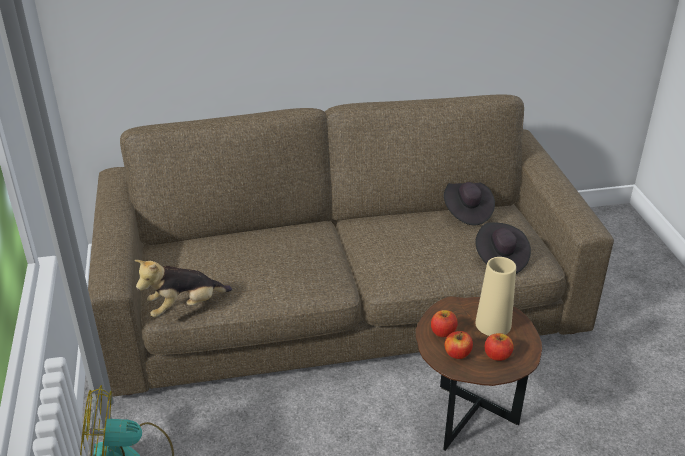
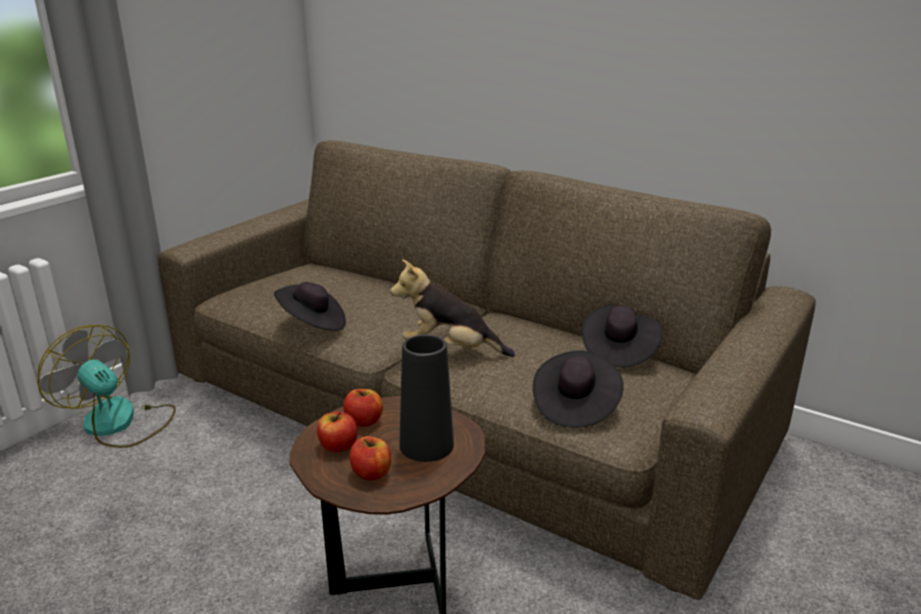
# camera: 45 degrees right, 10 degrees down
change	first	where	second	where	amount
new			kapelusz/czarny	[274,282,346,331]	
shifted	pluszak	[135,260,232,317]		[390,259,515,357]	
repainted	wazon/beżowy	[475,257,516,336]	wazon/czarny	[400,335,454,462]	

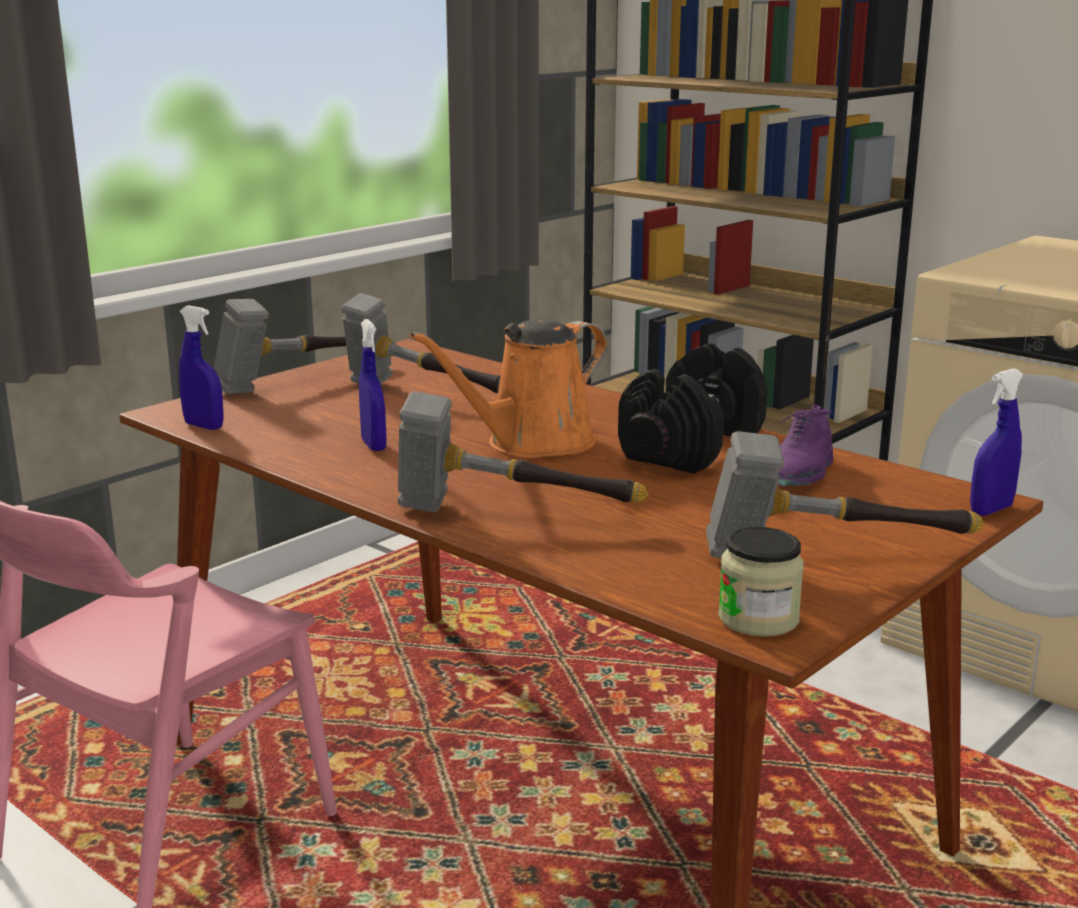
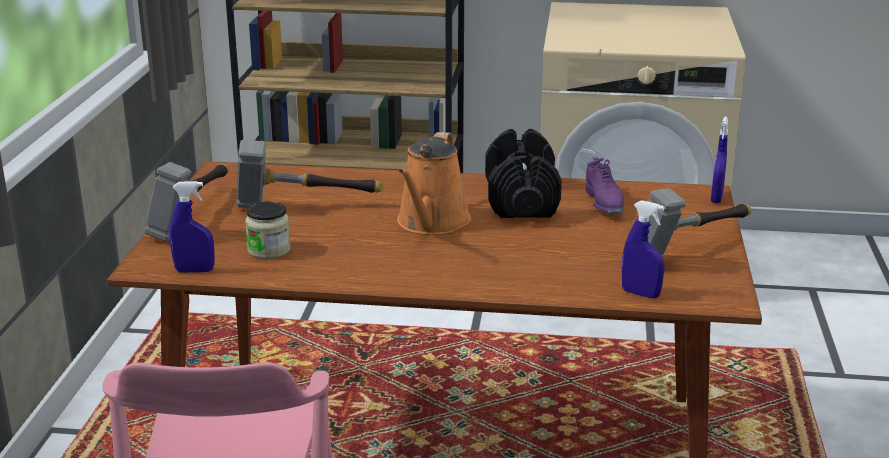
# camera: 35 degrees left, 5 degrees up
change	first	where	second	where	amount
shifted	słoik	[718,527,804,637]		[245,202,290,259]	
shifted	spryskiwacz/niebieski	[359,319,387,451]		[622,200,665,298]	
gone	młotek	[398,391,649,513]			

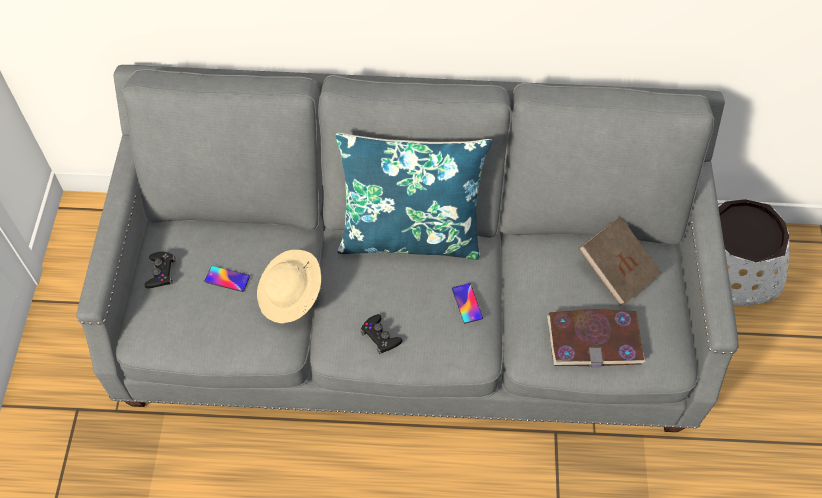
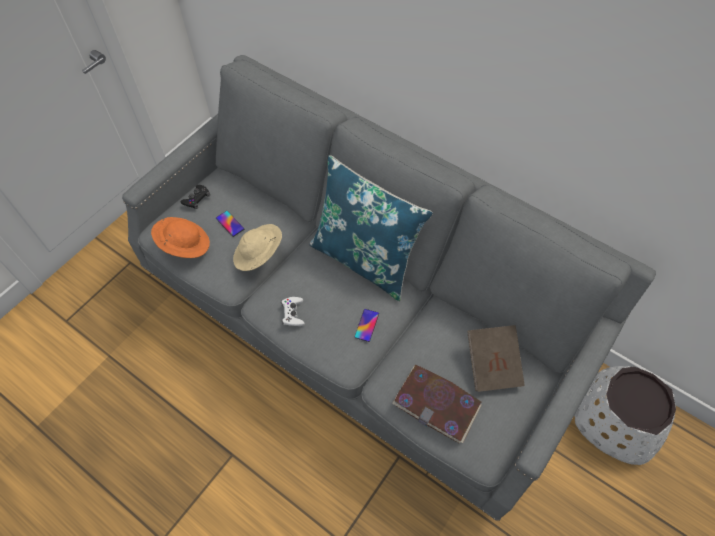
# camera: 35 degrees right, 0 degrees up
change	first	where	second	where	amount
new			kapelusz/pomarańczowy	[151,217,210,258]	
repainted	pad do gier/czarny	[360,314,402,354]	pad do gier/biały	[281,297,305,326]	

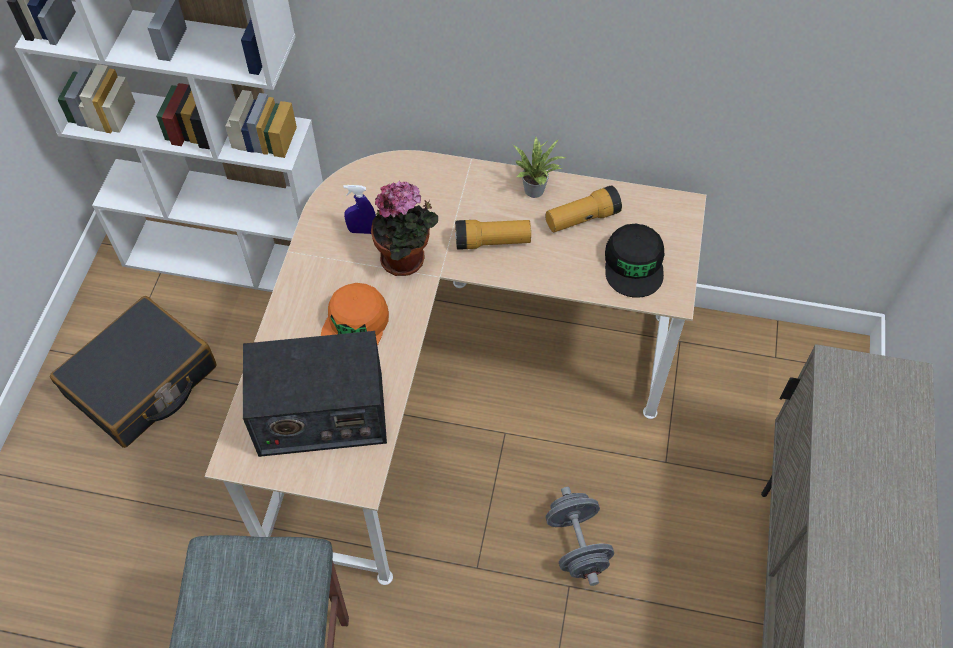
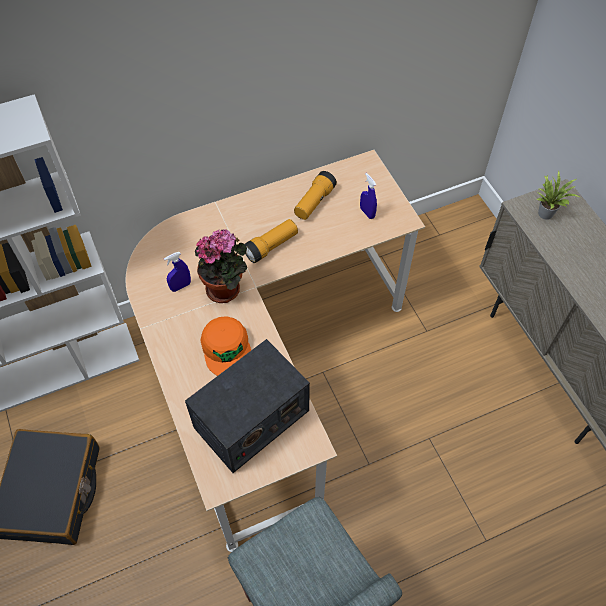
# camera: 35 degrees left, 0 degrees up
change	first	where	second	where	amount
swapped	czapka z daszkiem/czarny	[605,224,665,298]	spryskiwacz/niebieski	[360,173,377,219]	
shifted	roślina doniczkowa	[513,135,566,198]		[537,170,580,220]	
gone	hantel/szary	[546,487,614,586]			

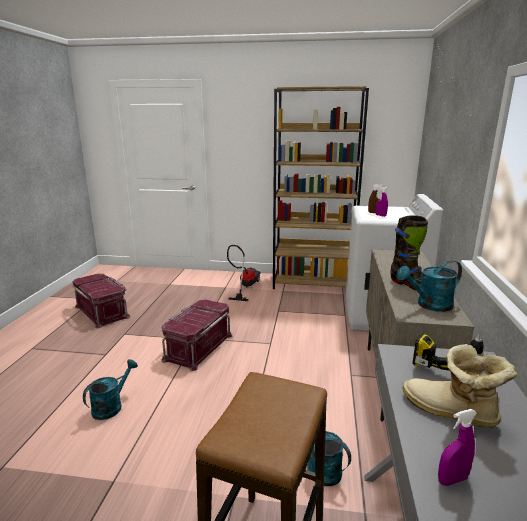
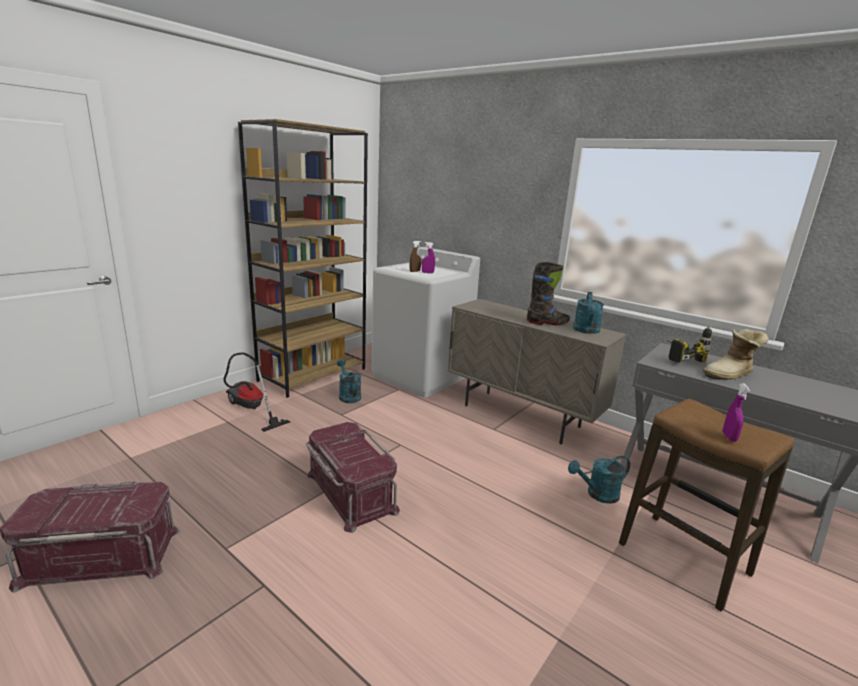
# camera: 60 degrees left, 0 degrees up
change	first	where	second	where	amount
shifted	konewka/turkusowy	[83,359,138,420]		[337,359,361,403]	
shifted	spryskiwacz/fioletowy	[438,409,477,486]		[723,383,750,442]	

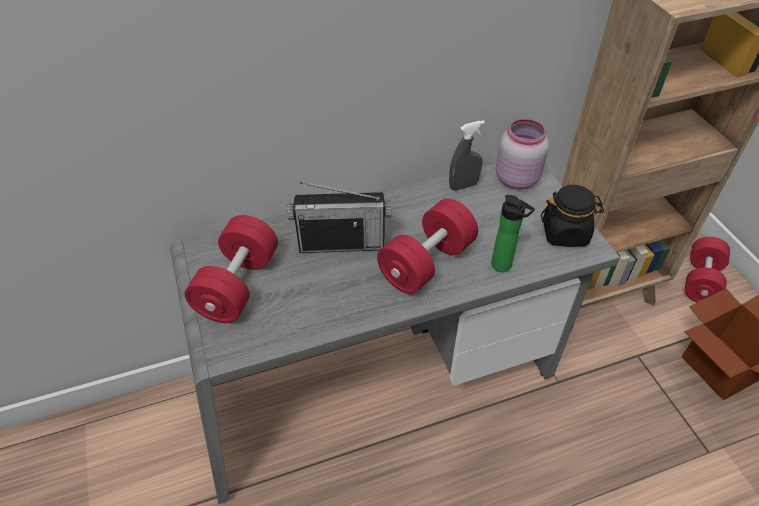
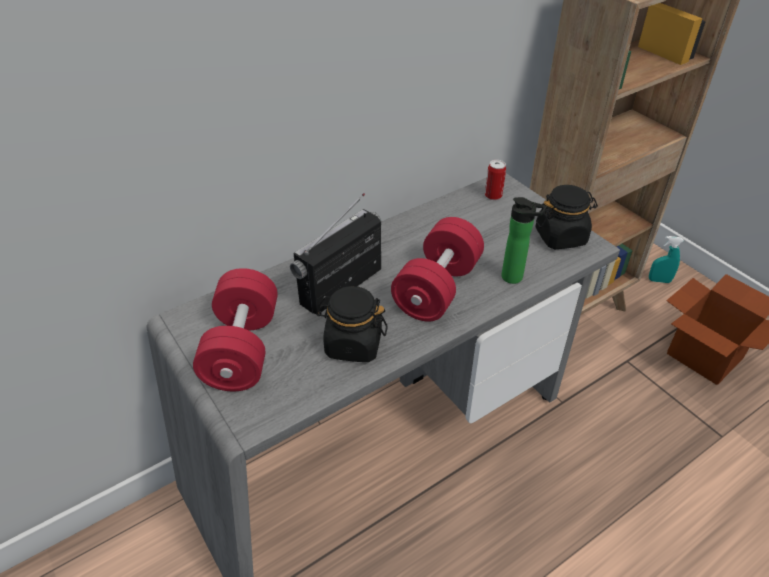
# camera: 15 degrees left, 5 degrees down
change	first	where	second	where	amount
rotated	radio	[287,182,391,253]		[290,193,382,314]	150 degrees clockwise
new			słoik/czarny	[316,286,388,362]	
swapped	słoik/różowy	[496,119,549,190]	puszka	[485,160,506,200]	
swapped	hantel/czerwony	[685,237,730,302]	spryskiwacz/turkusowy	[649,236,684,283]	
gone	spryskiwacz/szary	[449,120,485,190]			

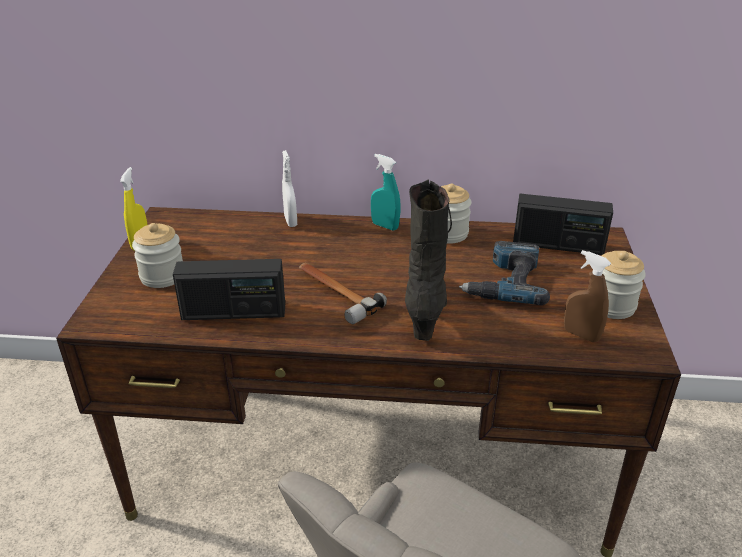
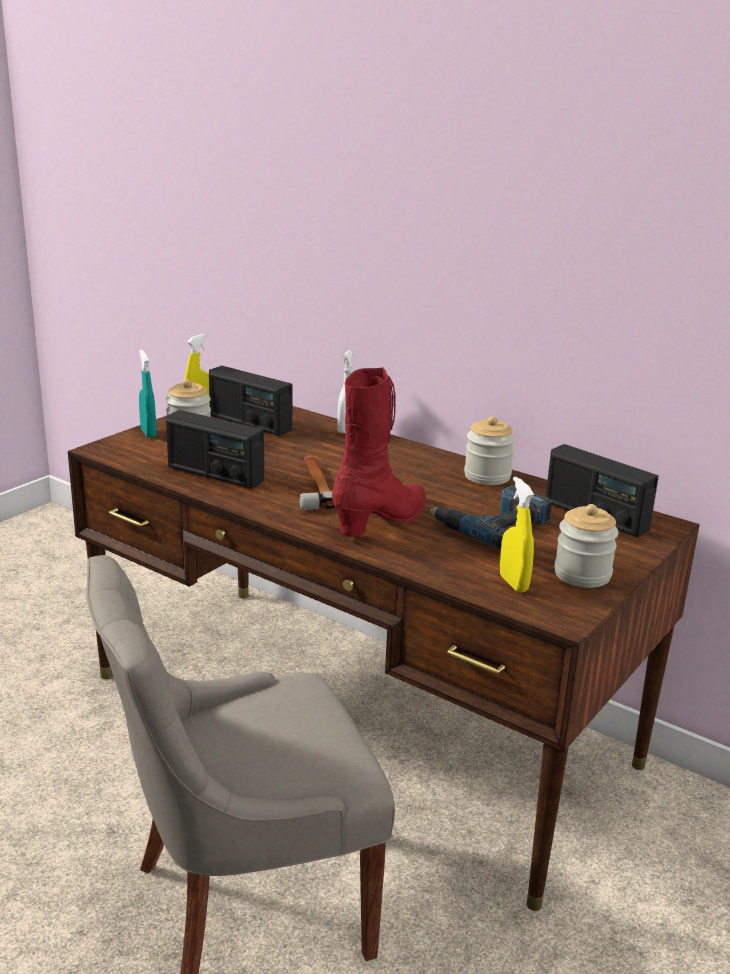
# camera: 30 degrees right, 10 degrees down
change	first	where	second	where	amount
shifted	spryskiwacz/turkusowy	[371,154,401,231]		[139,350,157,438]	
new			radio	[209,366,293,436]	
repainted	but z cholewką/czarny	[405,180,452,341]	but z cholewką/czerwony	[332,368,426,537]	
repainted	spryskiwacz/brązowy	[564,250,611,342]	spryskiwacz/żółty	[500,477,534,593]	

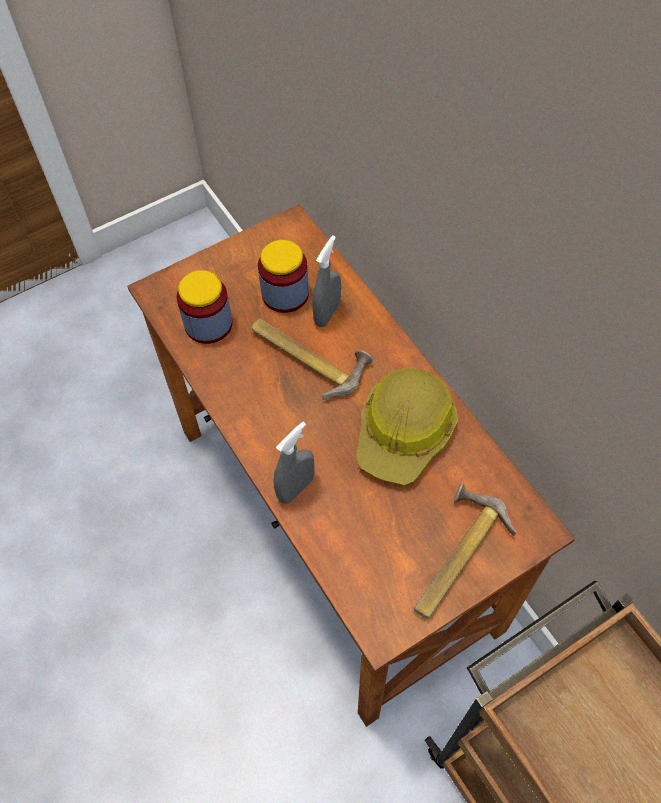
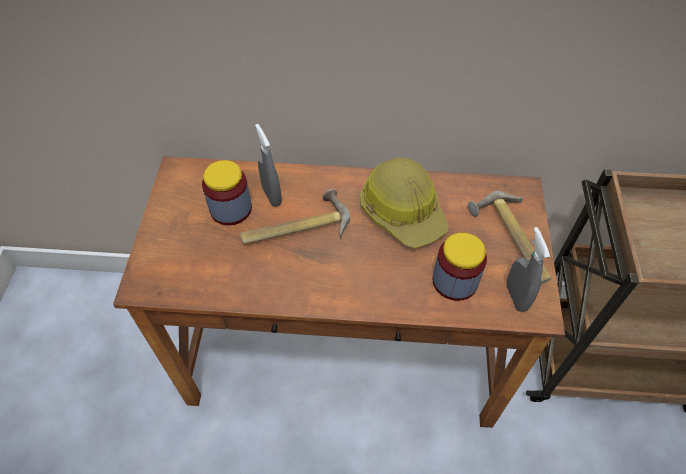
# camera: 55 degrees left, 5 degrees down
change	first	where	second	where	amount
shifted	słoik	[177,270,233,344]		[433,232,487,301]	
shifted	spryskiwacz/szary	[274,421,315,504]		[506,227,550,312]	

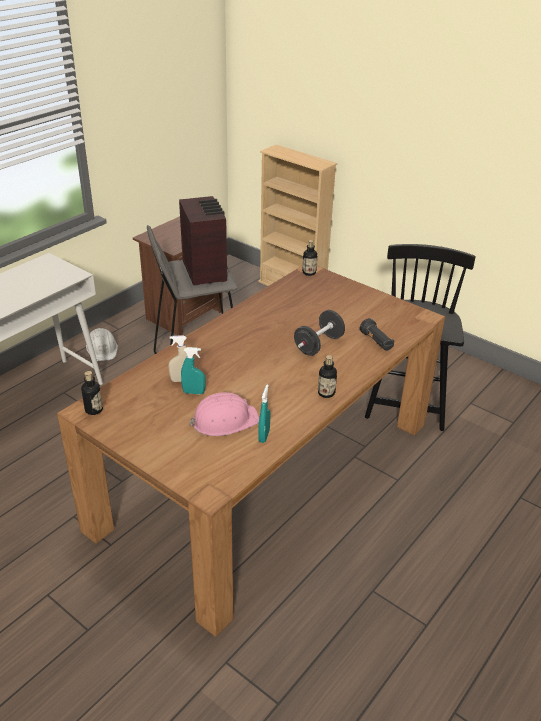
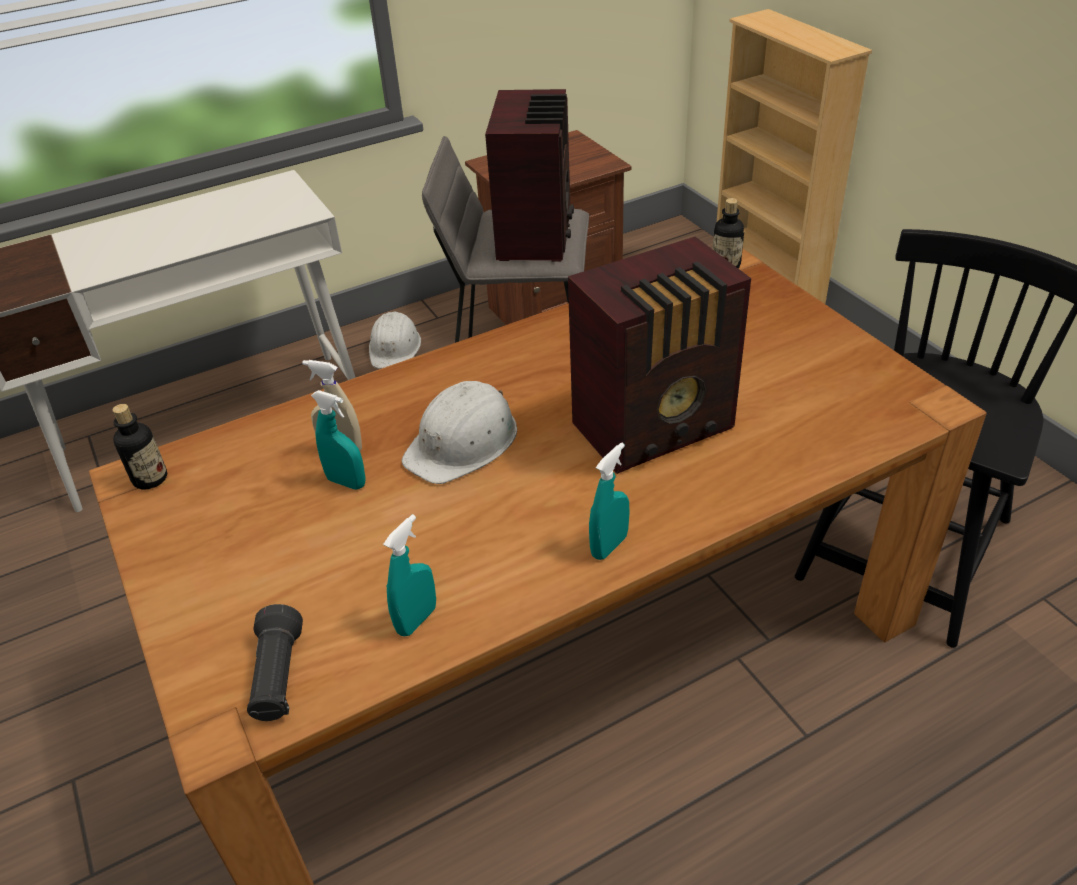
# camera: 25 degrees right, 5 degrees up
change	first	where	second	where	amount
shifted	latarka/czarny	[360,318,395,351]		[247,604,303,721]	
new			kask/biały	[402,381,517,484]	
swapped	hantel/czarny	[294,310,345,356]	radio	[568,237,752,474]	
swapped	butelka	[318,355,337,398]	spryskiwacz/turkusowy	[589,443,629,560]	
gone	kask/różowy	[189,392,259,436]			

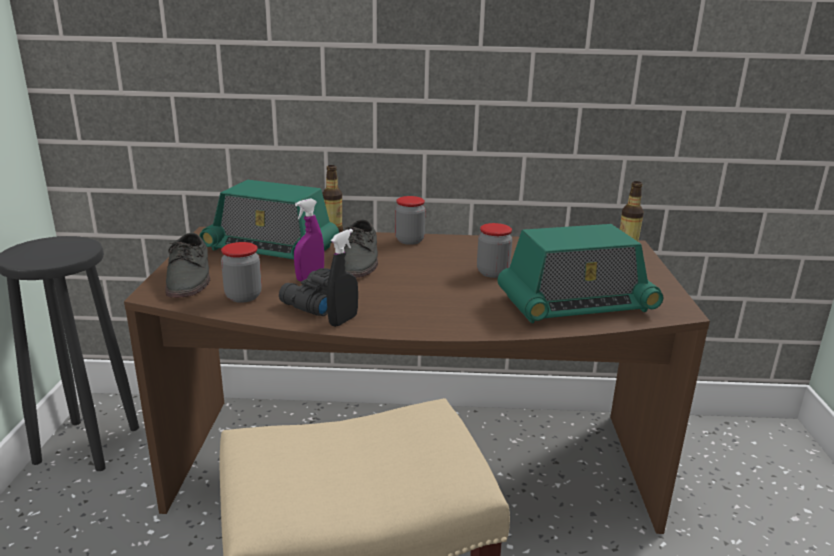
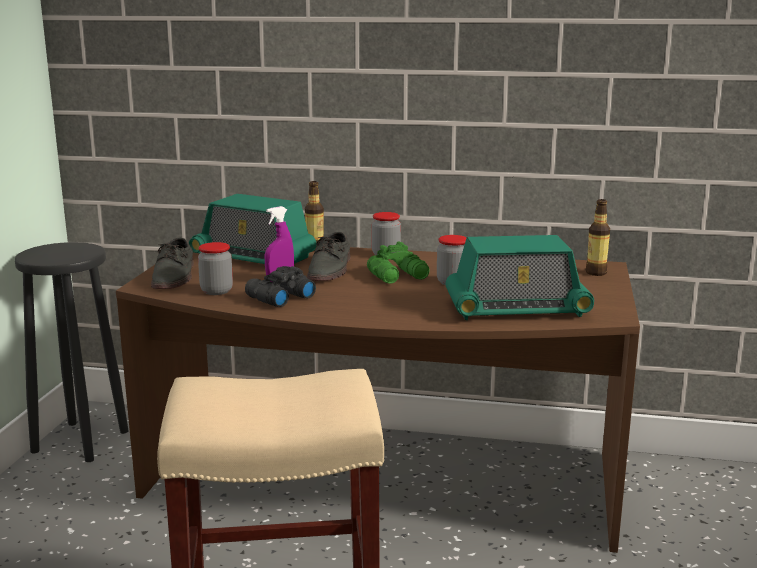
# camera: 10 degrees right, 5 degrees down
change	first	where	second	where	amount
new			lornetka/zielony	[367,241,430,284]	
gone	spryskiwacz/czarny	[327,229,358,327]			

